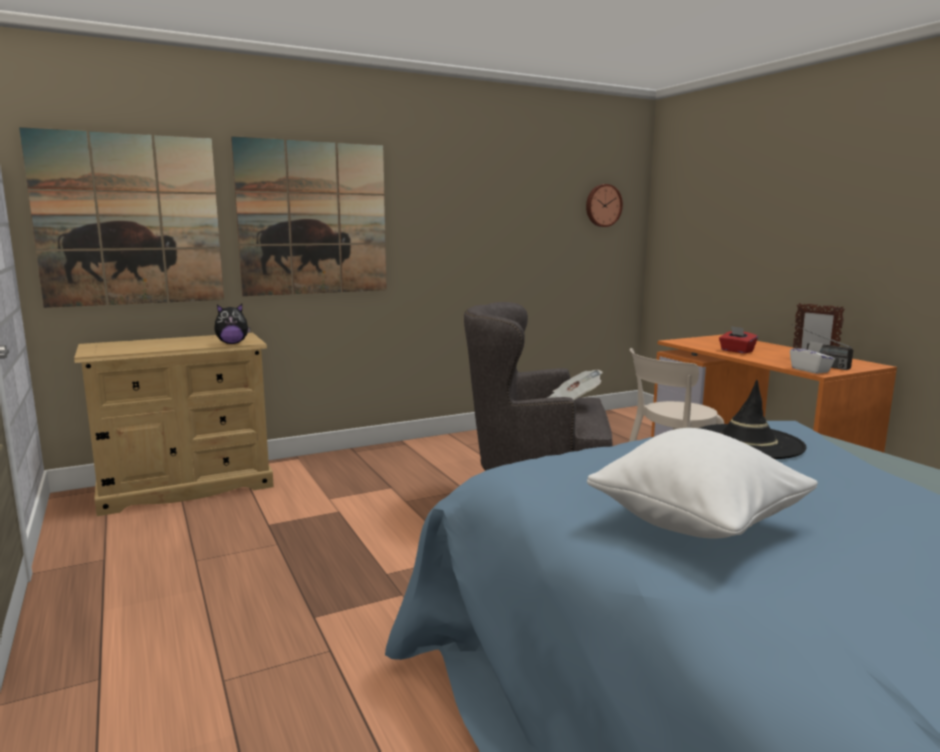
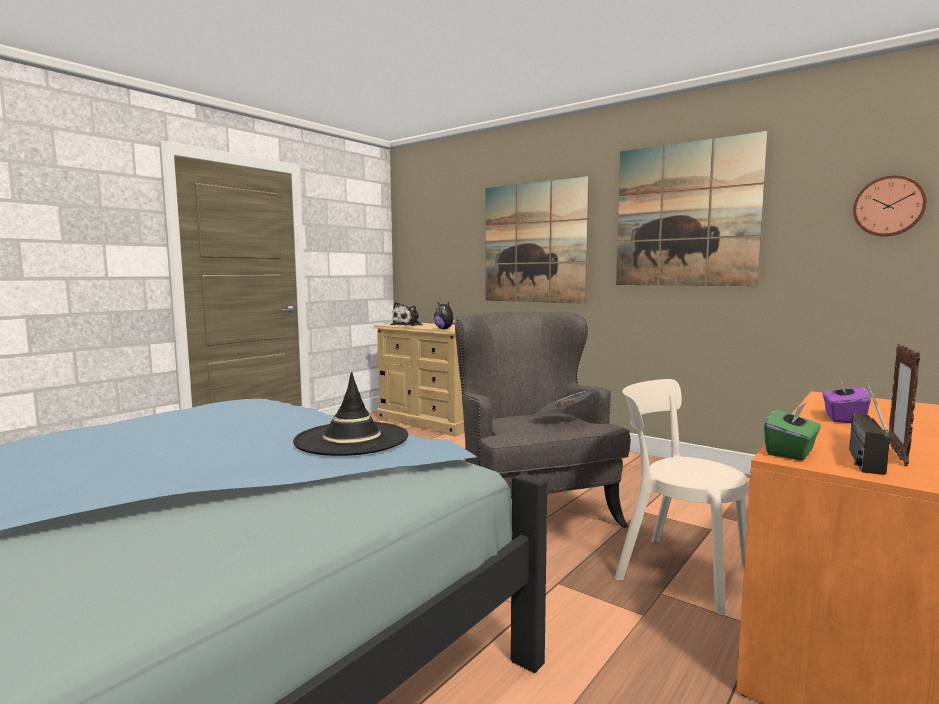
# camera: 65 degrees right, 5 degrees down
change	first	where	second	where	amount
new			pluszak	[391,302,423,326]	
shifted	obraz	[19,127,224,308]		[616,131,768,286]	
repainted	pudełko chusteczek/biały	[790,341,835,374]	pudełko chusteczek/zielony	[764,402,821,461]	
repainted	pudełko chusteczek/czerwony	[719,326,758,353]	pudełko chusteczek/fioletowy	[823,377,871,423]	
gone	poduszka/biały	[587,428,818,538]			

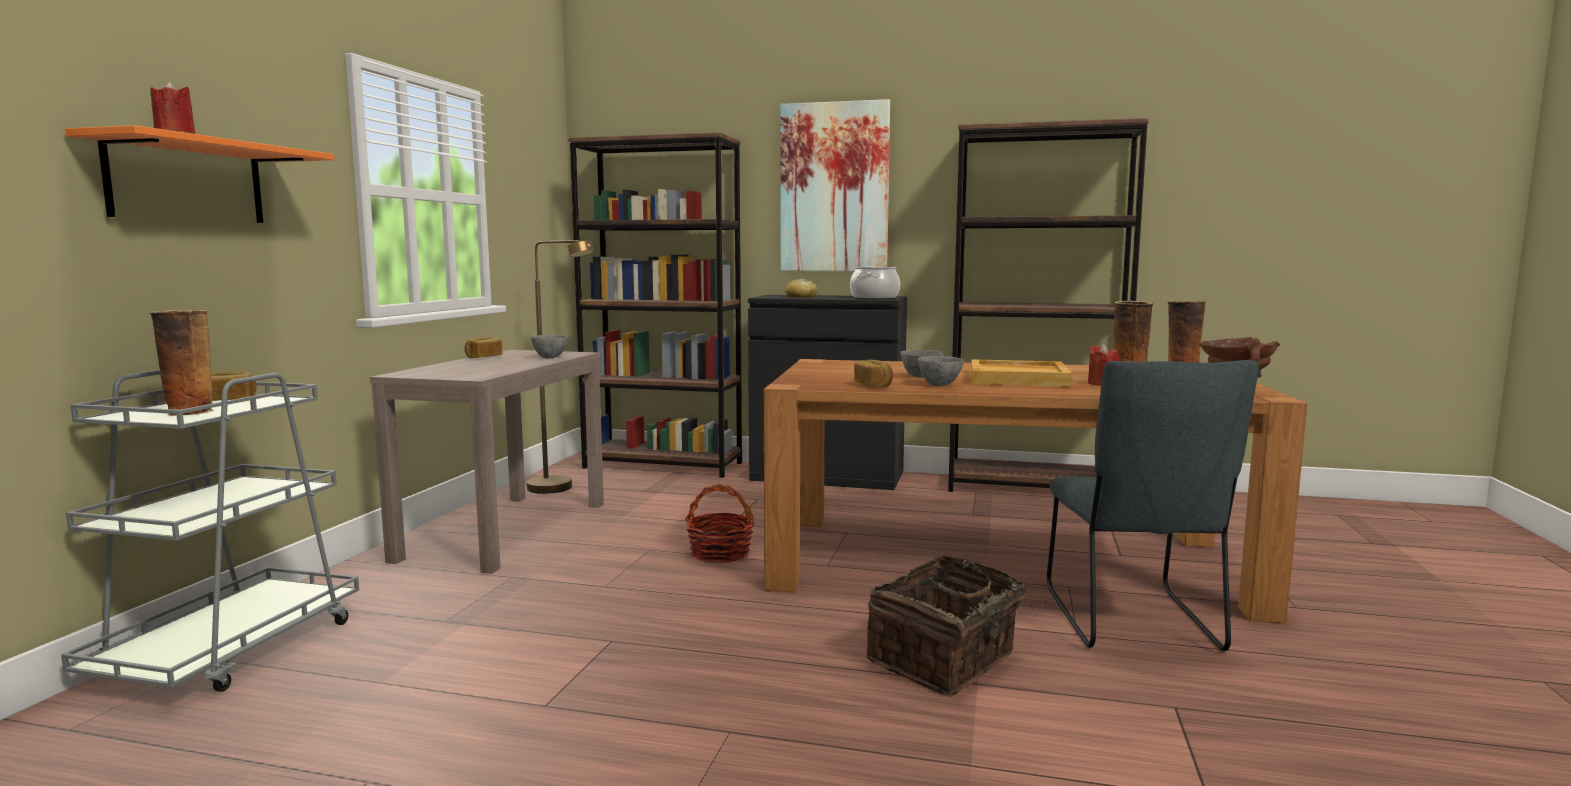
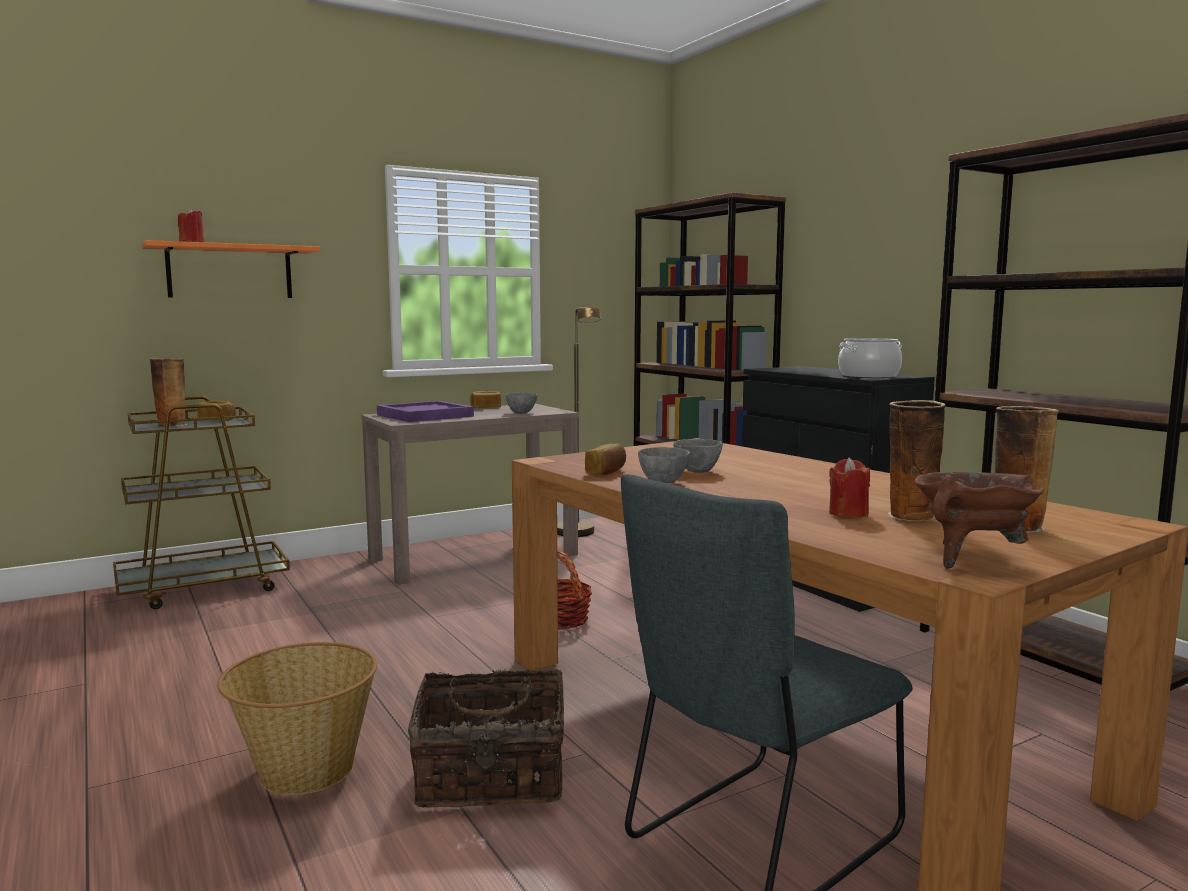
# camera: 45 degrees right, 0 degrees up
change	first	where	second	where	amount
repainted	wózek/szary	[61,370,359,692]	wózek/brązowy	[113,396,290,609]	
new			koszyk	[217,642,377,795]	
new			taca/fioletowy	[377,401,474,422]	
gone	obraz	[780,99,890,271]			
gone	chleb	[785,279,818,298]			
gone	taca/beżowy	[971,359,1072,387]			

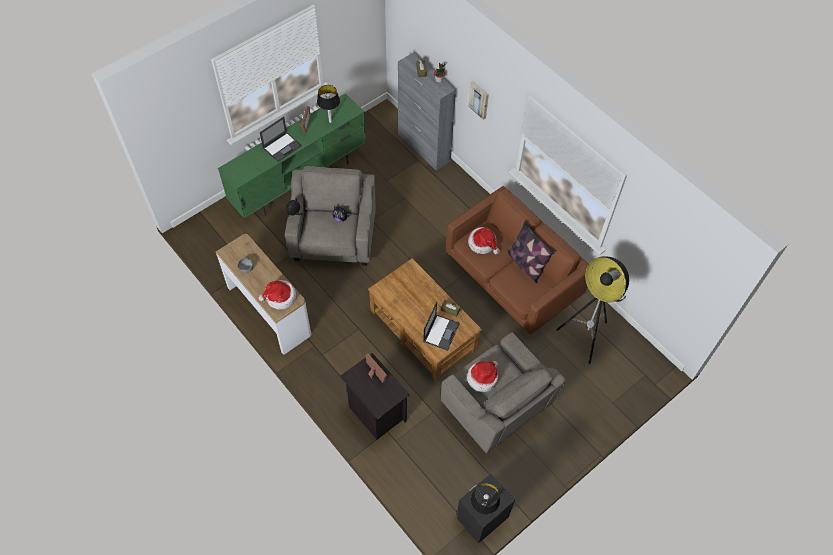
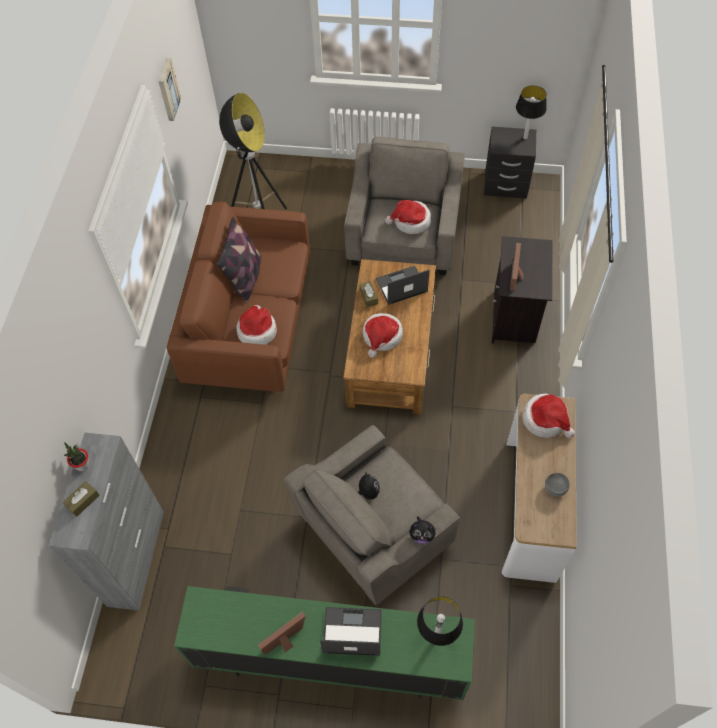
# camera: 130 degrees left, 0 degrees up
change	first	where	second	where	amount
shifted	obraz	[468,81,489,120]		[158,58,181,121]	
new			kapelusz	[363,313,403,358]	
shifted	lampa stołowa	[317,85,340,123]		[417,596,463,646]	

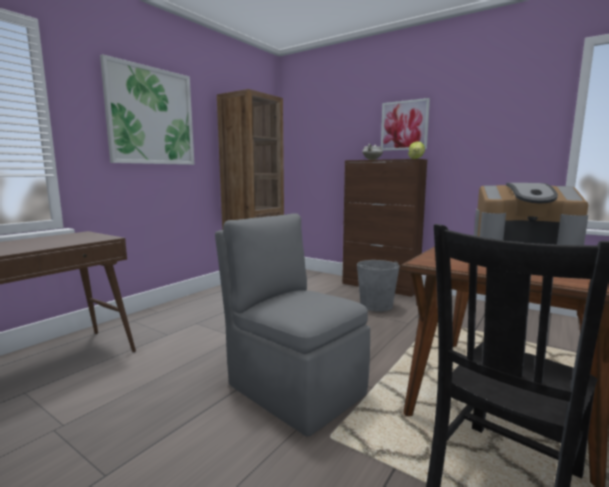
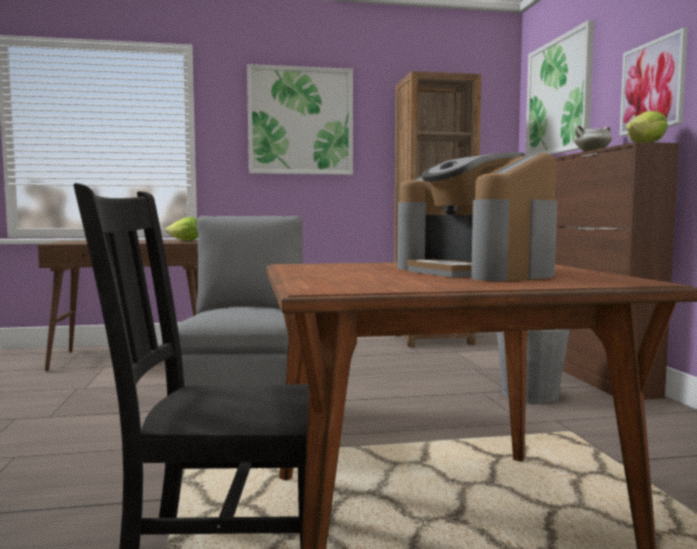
# camera: 45 degrees right, 5 degrees down
change	first	where	second	where	amount
new			sałata	[166,217,198,241]	
new			obraz	[525,20,594,156]	

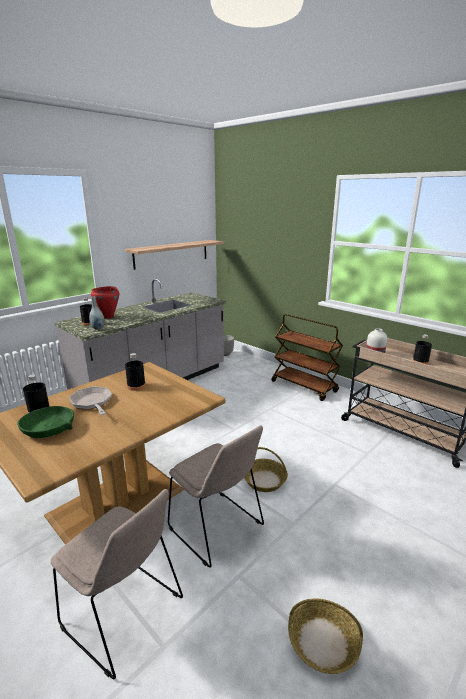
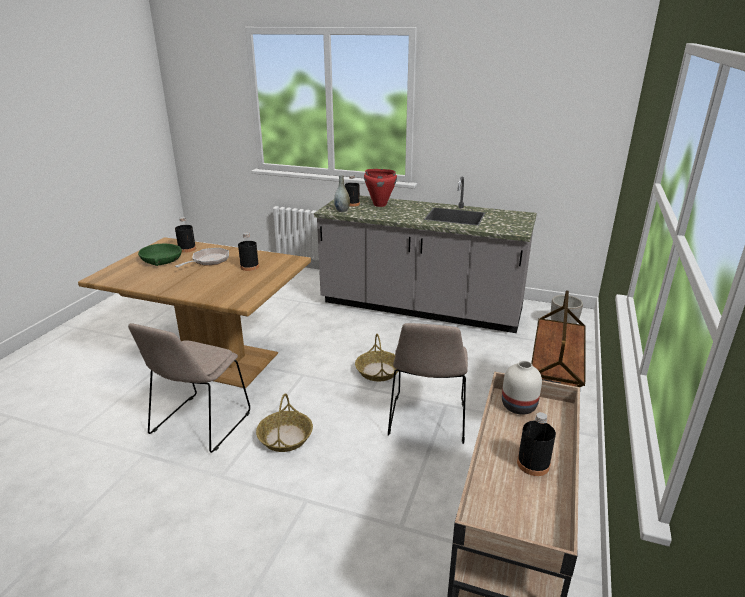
# camera: 65 degrees right, 5 degrees up
change	first	where	second	where	amount
shifted	koszyk	[288,599,363,674]		[355,334,399,381]	
shifted	krzesło/beżowy	[51,489,183,679]		[388,323,468,444]	
gone	półka	[125,240,224,270]			

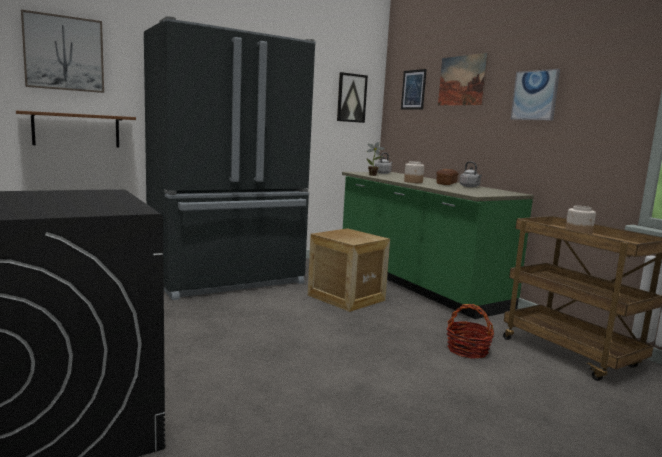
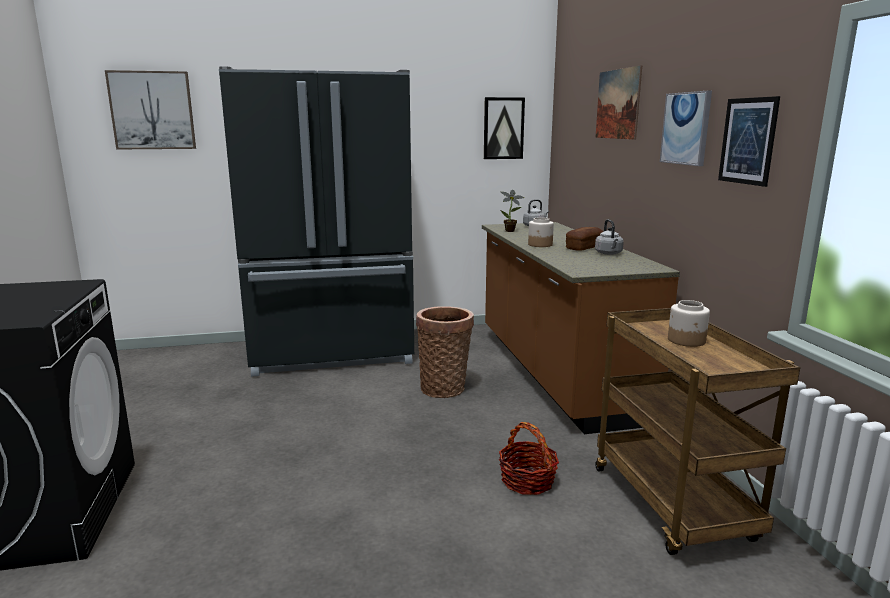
# camera: 20 degrees right, 5 degrees up
change	first	where	second	where	amount
swapped	skrzynka	[308,228,390,312]	koszyk	[416,306,474,398]	
repainted	zabudowa kuchenna/zielony	[342,172,534,319]	zabudowa kuchenna/brązowy	[482,222,680,434]	
shifted	obraz	[401,69,427,109]		[718,96,780,187]	
gone	półka/brązowy	[16,111,136,147]			

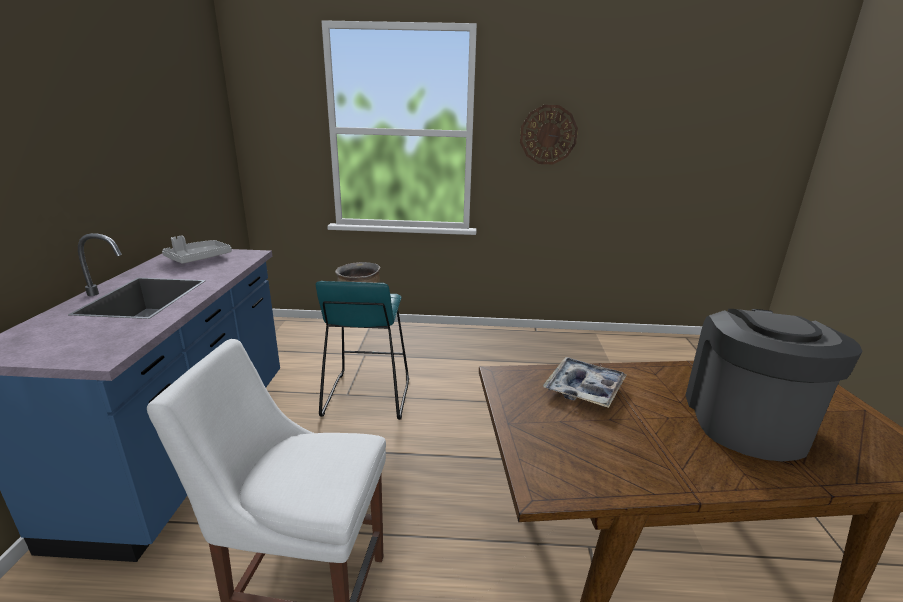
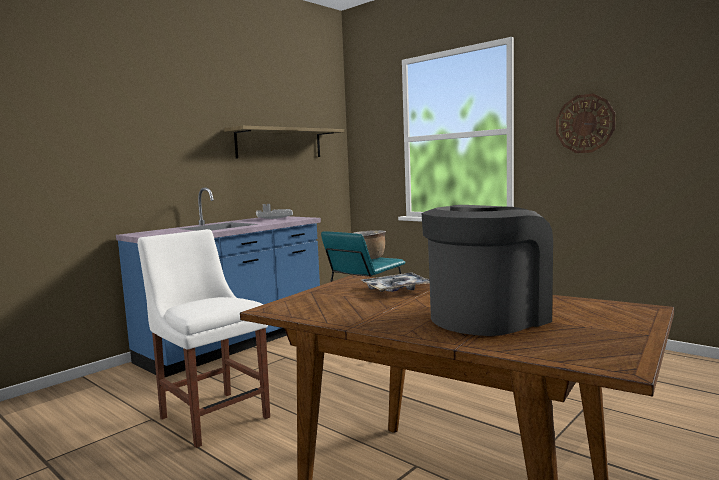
# camera: 40 degrees right, 15 degrees down
change	first	where	second	where	amount
new			półka	[224,126,344,159]	

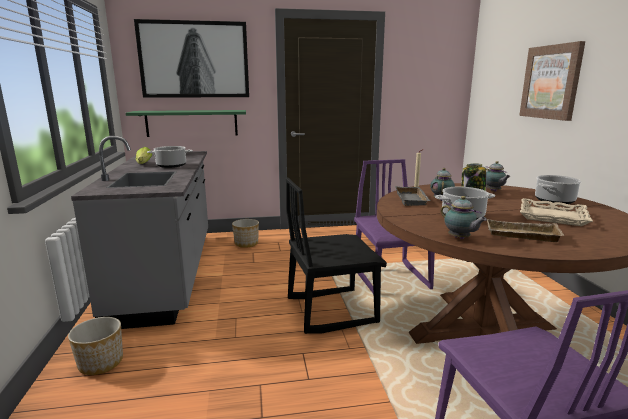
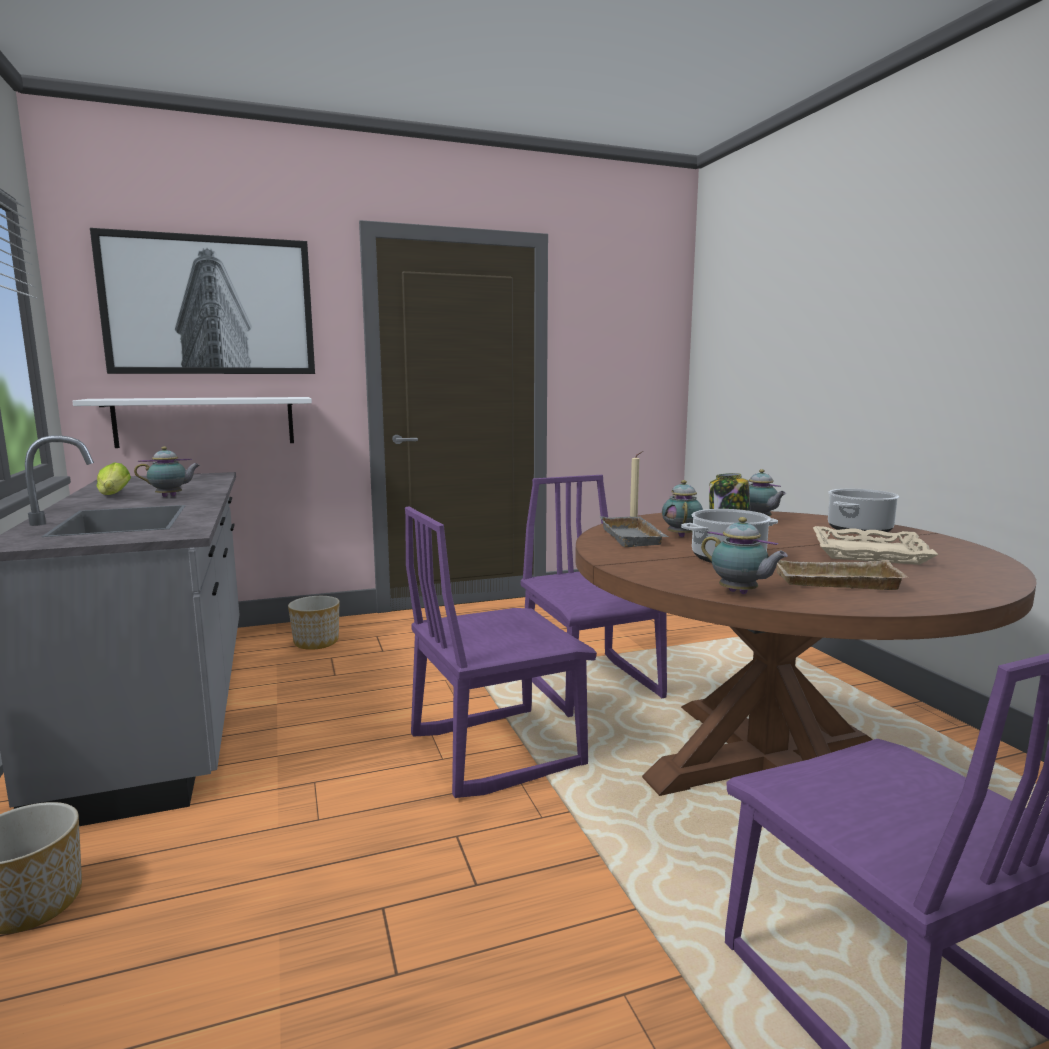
# camera: 10 degrees left, 5 degrees down
change	first	where	second	where	amount
repainted	półka/zielony	[126,110,246,137]	półka/biały	[72,397,312,448]	
swapped	garnek	[147,146,193,168]	imbryk	[134,447,200,497]	
repainted	krzesło/czarny	[286,177,387,334]	krzesło/fioletowy	[405,506,597,798]	
gone	obraz	[519,41,585,121]			

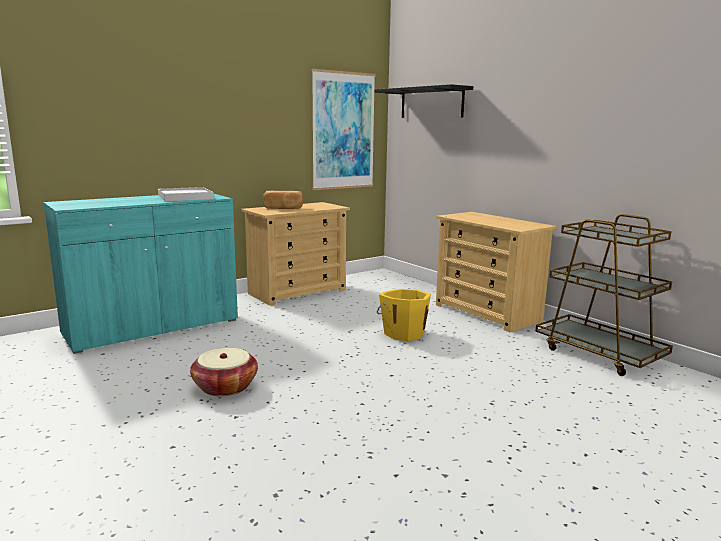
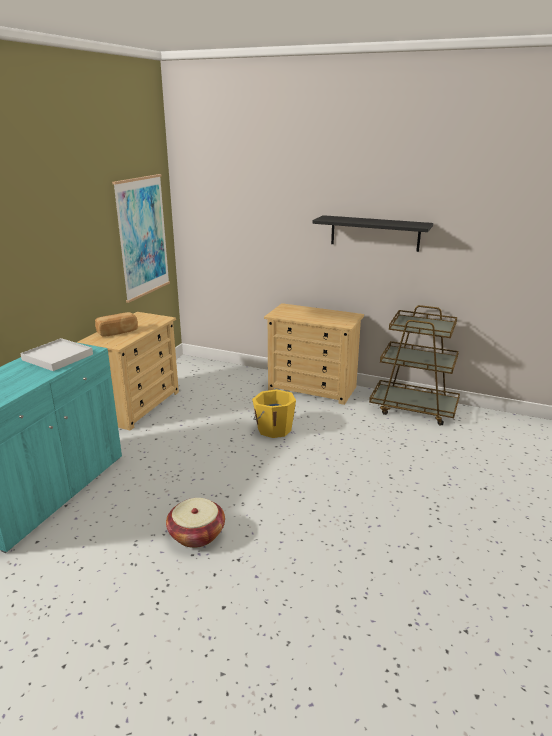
# camera: 30 degrees left, 10 degrees up
change	first	where	second	where	amount
shifted	półka/czarny	[374,84,473,118]		[313,215,433,252]	

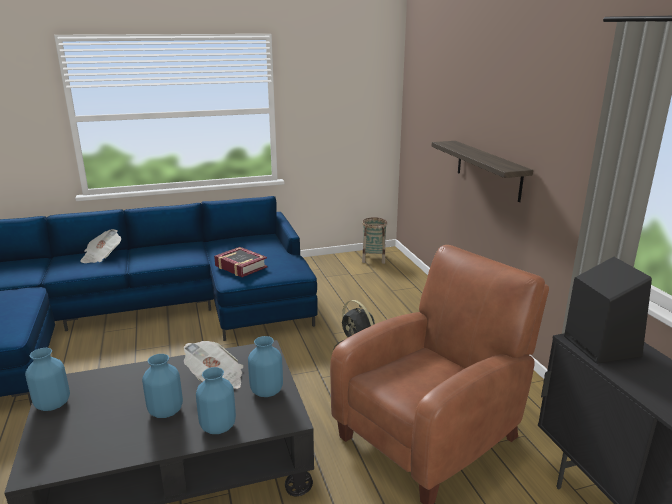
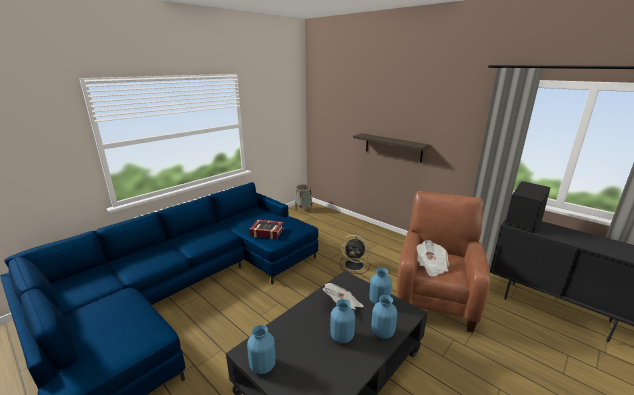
# camera: 30 degrees left, 0 degrees up
change	first	where	second	where	amount
shifted	gazeta	[80,229,121,263]		[417,240,449,276]	

